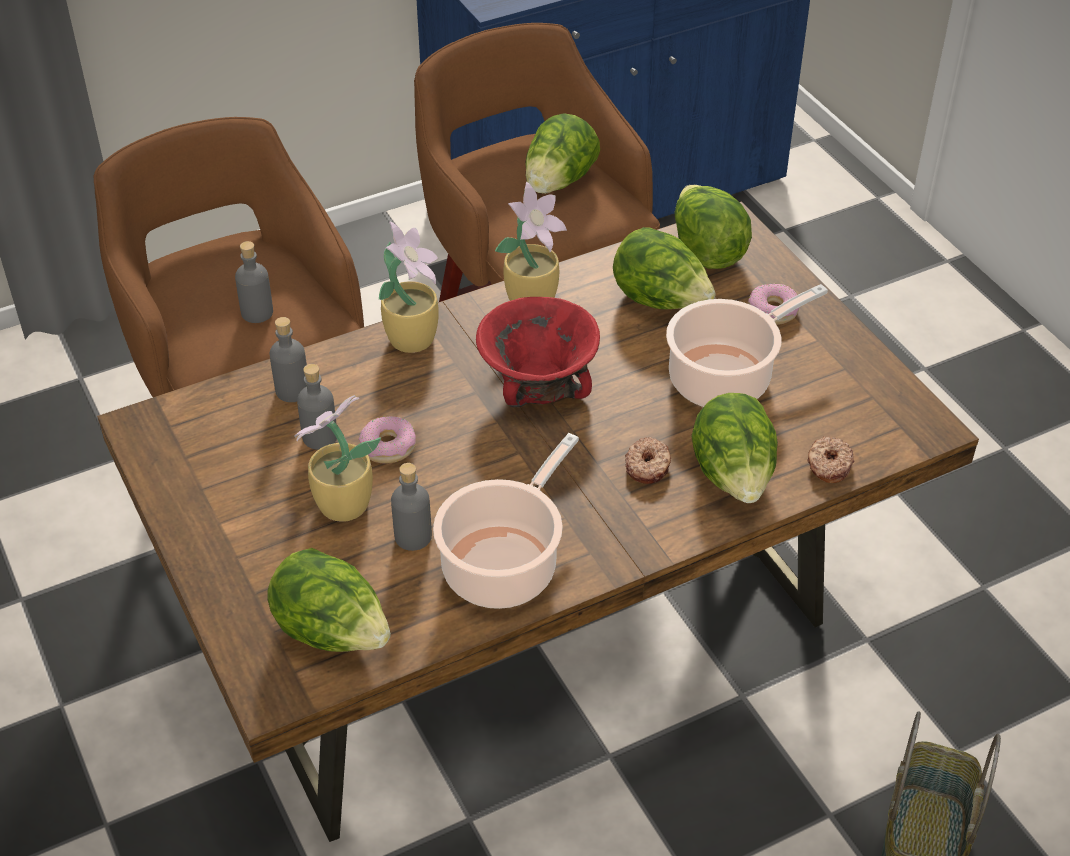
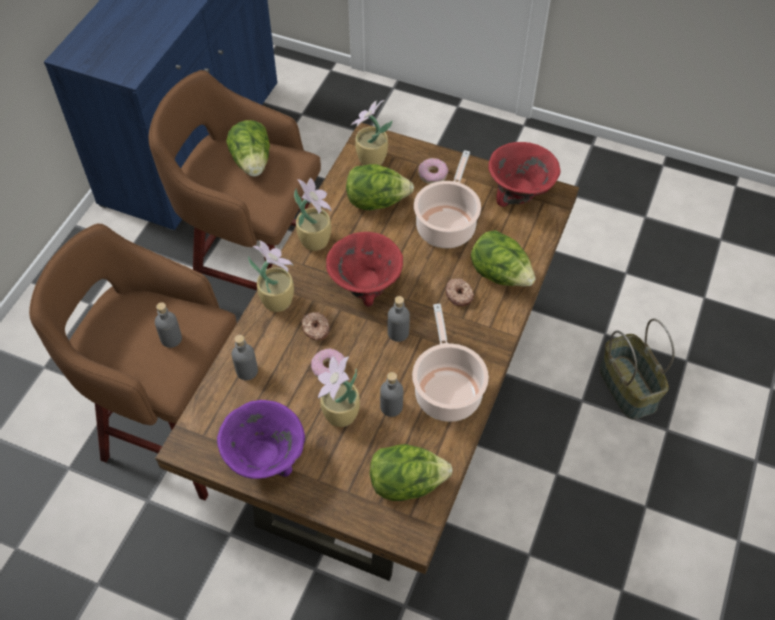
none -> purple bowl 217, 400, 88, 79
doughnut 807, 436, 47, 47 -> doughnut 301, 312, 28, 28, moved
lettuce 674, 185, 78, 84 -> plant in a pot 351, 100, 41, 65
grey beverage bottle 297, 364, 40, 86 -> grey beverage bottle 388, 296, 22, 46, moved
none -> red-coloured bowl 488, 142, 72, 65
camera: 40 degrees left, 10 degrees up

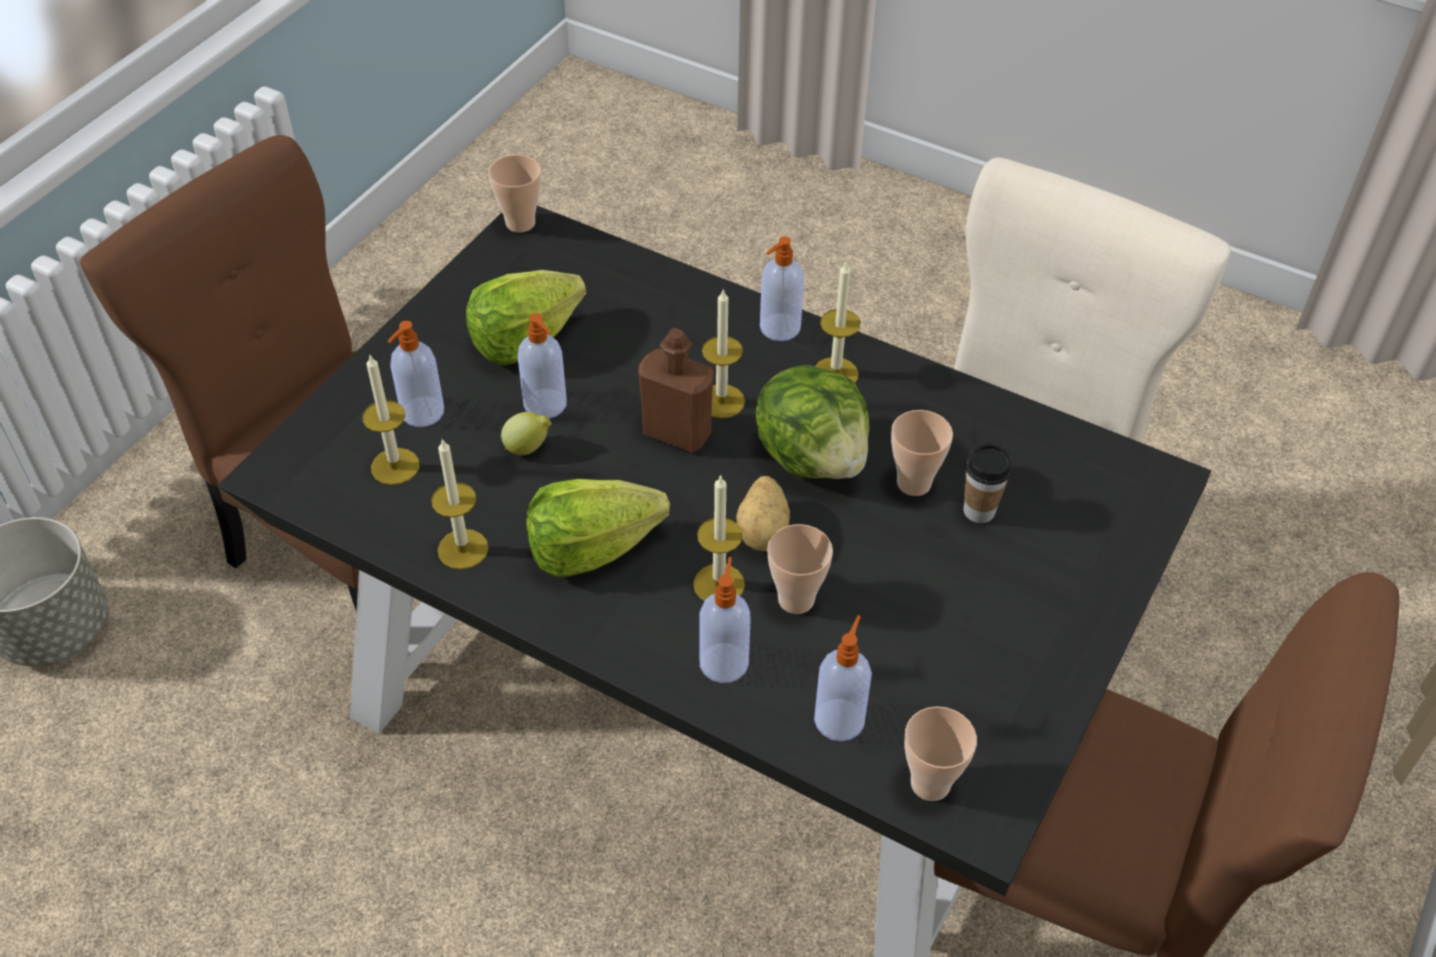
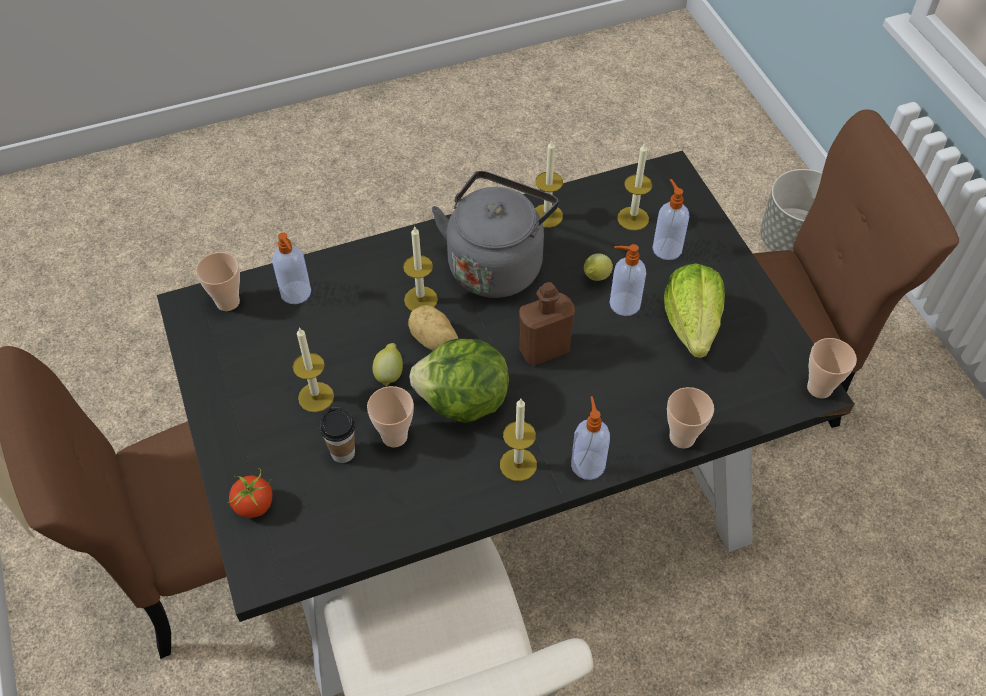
none -> whole tomato 228, 468, 44, 50
wax light 702, 289, 43, 130 -> wax light 293, 327, 41, 85, moved
none -> lemon 373, 343, 30, 43
lettuce 526, 479, 144, 98 -> grey water kettle 431, 171, 127, 127
cup 767, 524, 66, 90 -> cup 667, 387, 47, 62, moved
soap bottle 699, 557, 52, 126 -> none
camera: 130 degrees right, 5 degrees up

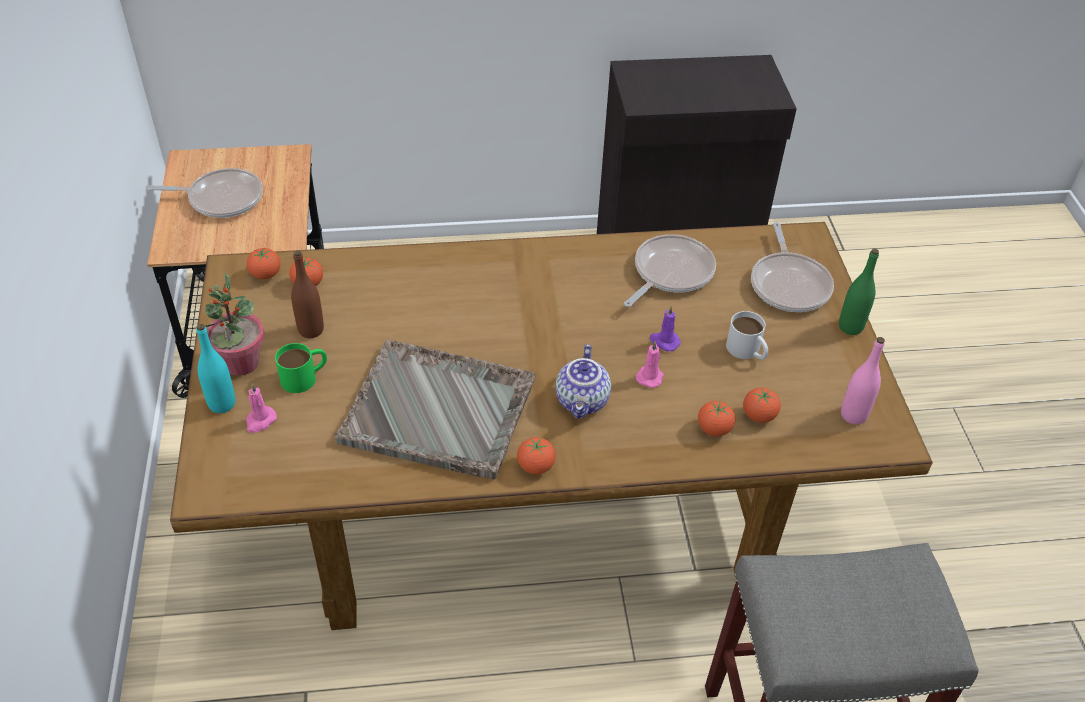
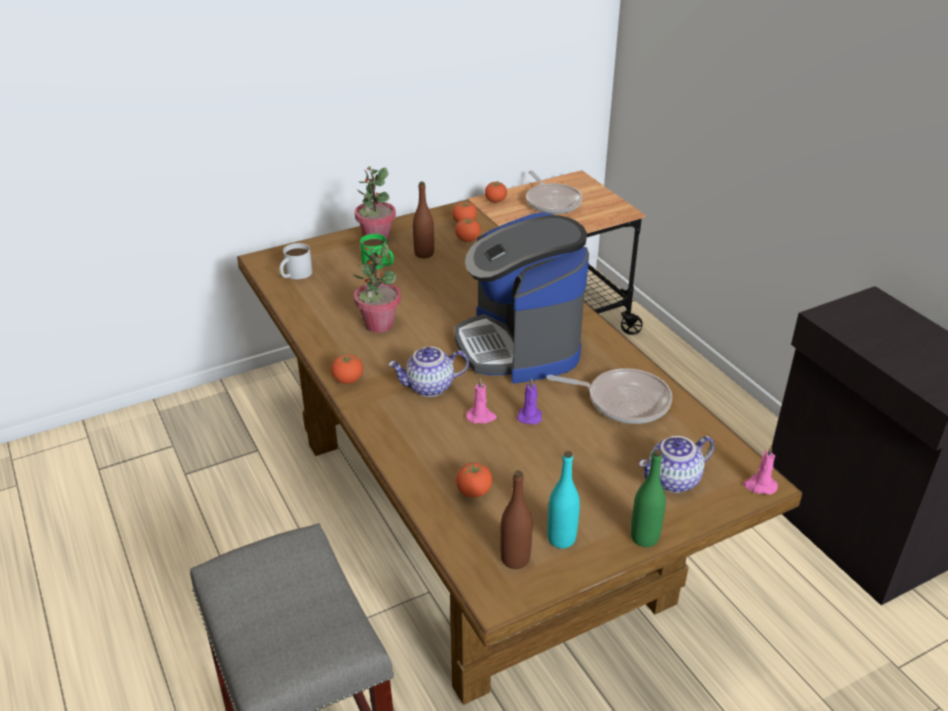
white mug 726, 311, 42, 49 -> white mug 279, 243, 34, 36, moved
grey serving tray 335, 340, 201, 140 -> plant in a pot 353, 243, 48, 90
none -> coffee brewer 455, 213, 134, 171
whole tomato 698, 400, 37, 37 -> whole tomato 485, 181, 22, 22, moved
pinkish beverage bottle 841, 337, 44, 88 -> brown-coloured beverage bottle 500, 470, 32, 99
turquoise-coloured beverage bottle 196, 324, 39, 89 -> turquoise-coloured beverage bottle 547, 451, 33, 97, moved
skillet 751, 222, 83, 90 -> teapot 639, 436, 76, 57
pinkish wax light 246, 383, 31, 50 -> pinkish wax light 743, 446, 35, 49, moved
camera: 70 degrees right, 10 degrees down

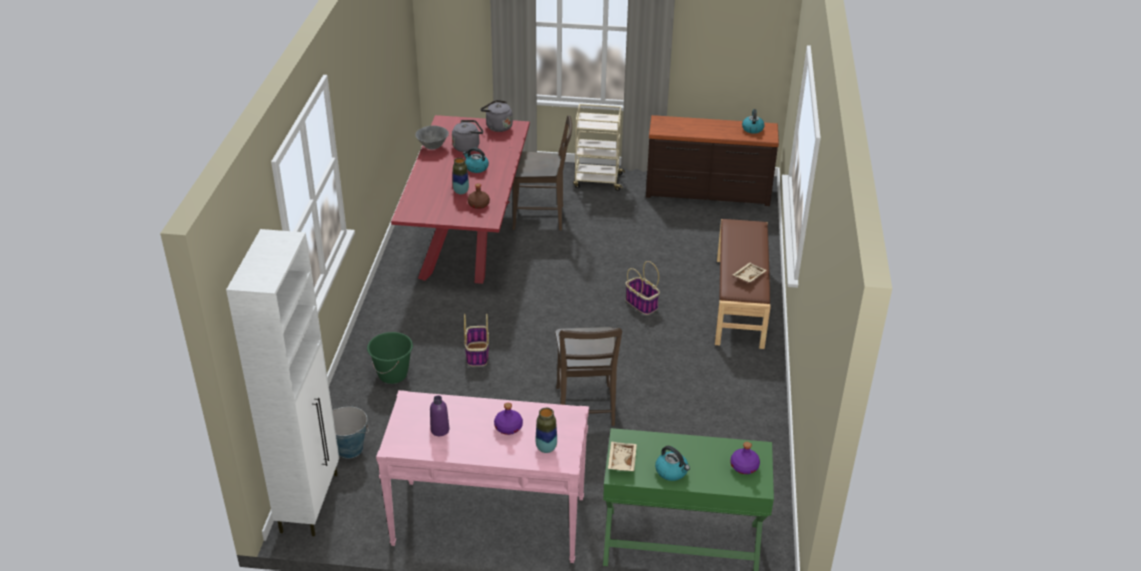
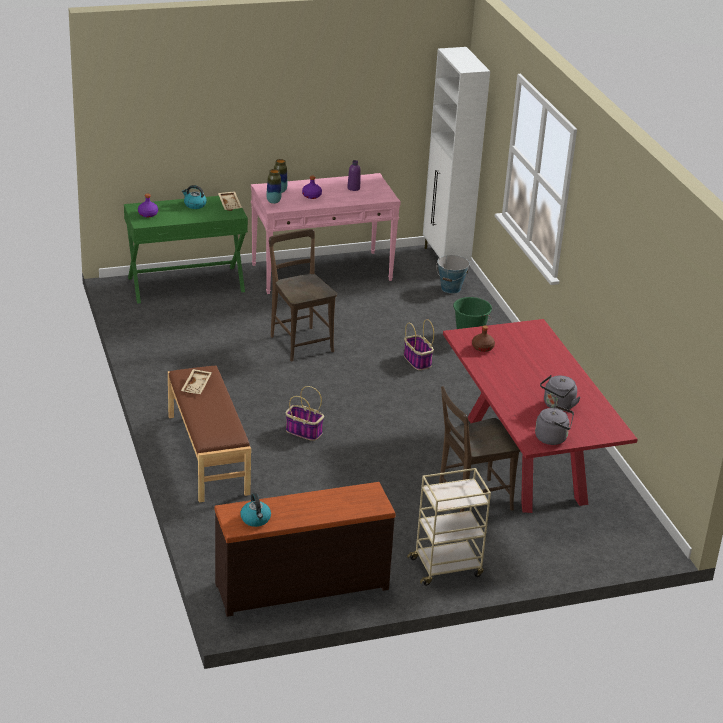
decorative vase 453, 158, 16, 36 -> decorative vase 266, 169, 15, 35, moved
grey bowl 415, 126, 34, 24 -> none
water kettle 463, 148, 26, 25 -> none
camera: 155 degrees right, 5 degrees down

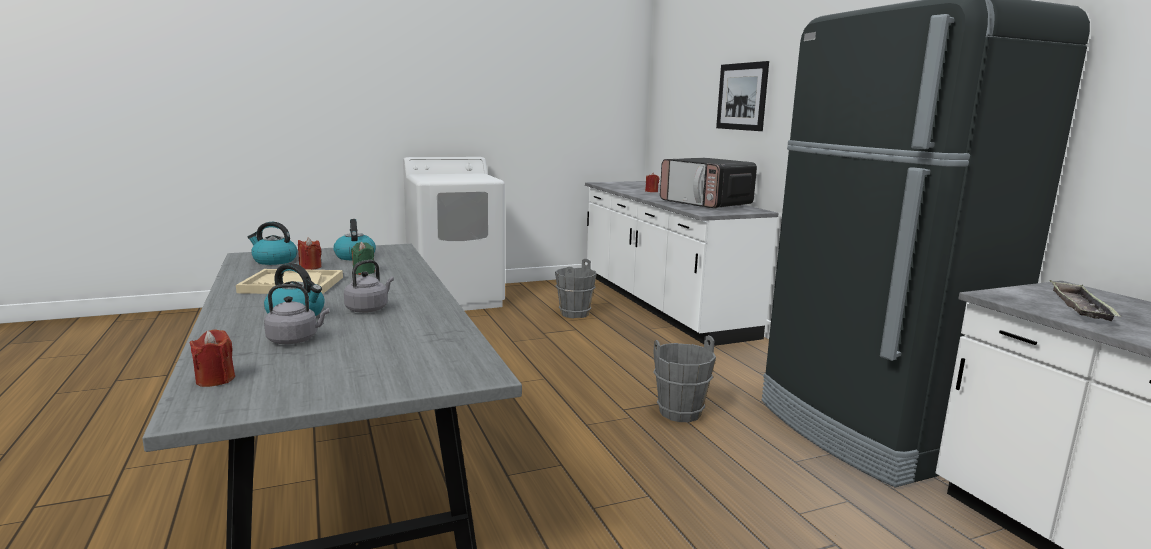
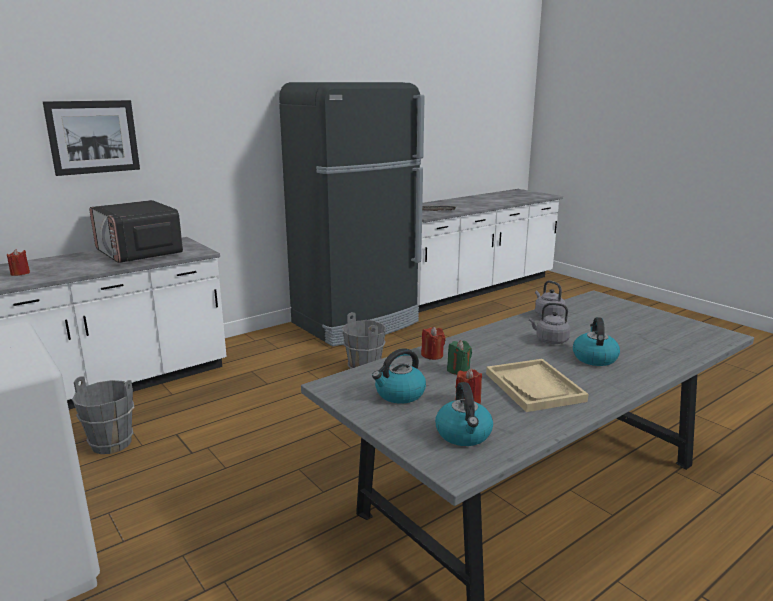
kitchen microwave 660, 158, 97, 51 -> kitchen microwave 89, 200, 94, 63, 105 degrees clockwise
red-coloured wax light 190, 329, 45, 58 -> red-coloured wax light 421, 327, 25, 33, moved
grey water kettle 264, 284, 65, 60 -> grey water kettle 535, 280, 30, 37, moved
camera: 105 degrees left, 5 degrees up

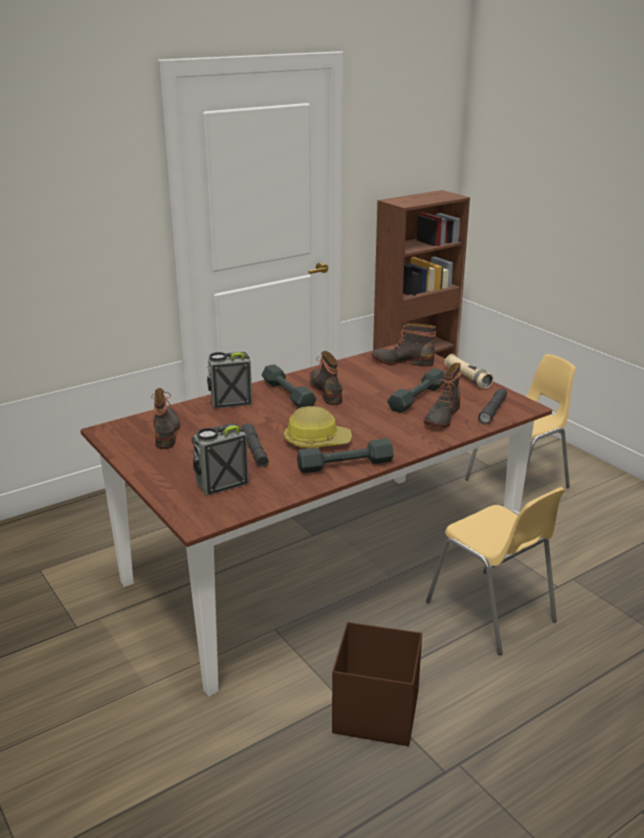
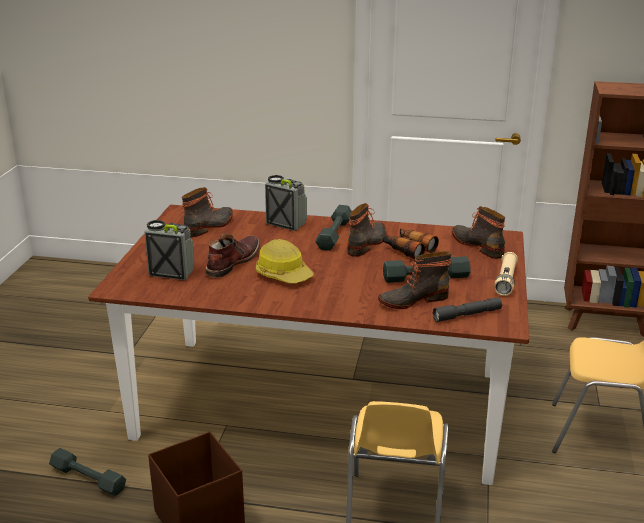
grey dumbbell 297, 438, 97, 35 -> grey dumbbell 49, 448, 77, 48, moved
grey torch 241, 423, 28, 44 -> brown-coloured high-top boot 205, 234, 55, 44
none -> field glasses 383, 229, 56, 31
camera: 45 degrees right, 0 degrees up

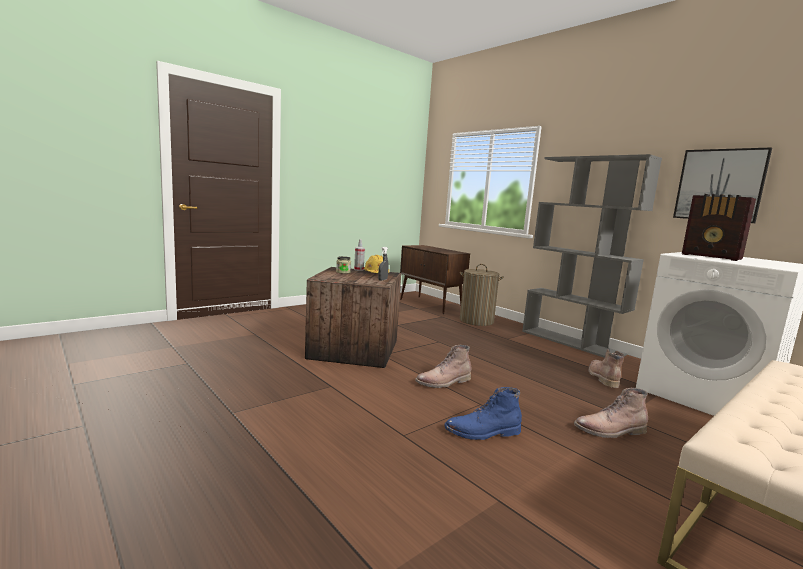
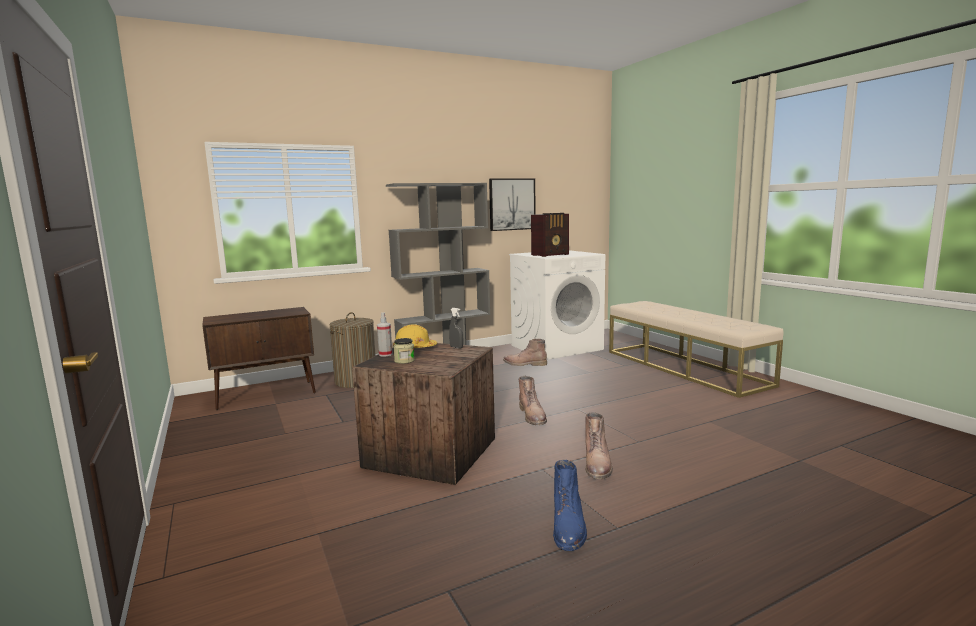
bluish high-top boot 444, 387, 78, 53 -> bluish high-top boot 553, 459, 34, 92, moved
brown-coloured high-top boot 574, 388, 74, 50 -> brown-coloured high-top boot 585, 412, 28, 67, moved
camera: 75 degrees left, 0 degrees up

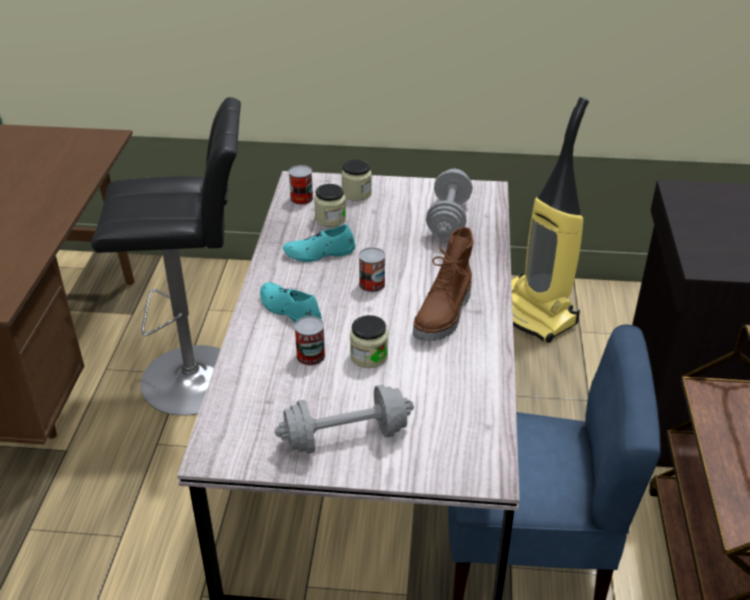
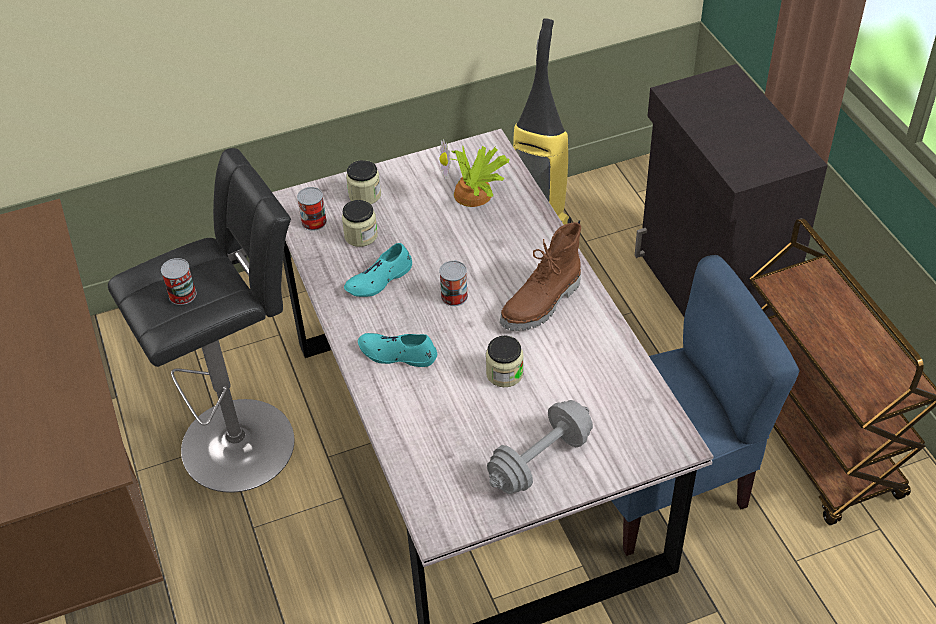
sealed can 294, 316, 31, 50 -> sealed can 161, 258, 35, 47, moved
grey dumbbell 426, 168, 47, 71 -> plant in a pot 440, 139, 70, 68
brown-coloured high-top boot 413, 227, 61, 115 -> brown-coloured high-top boot 500, 222, 81, 109, 45 degrees clockwise
camera: 25 degrees left, 10 degrees up

